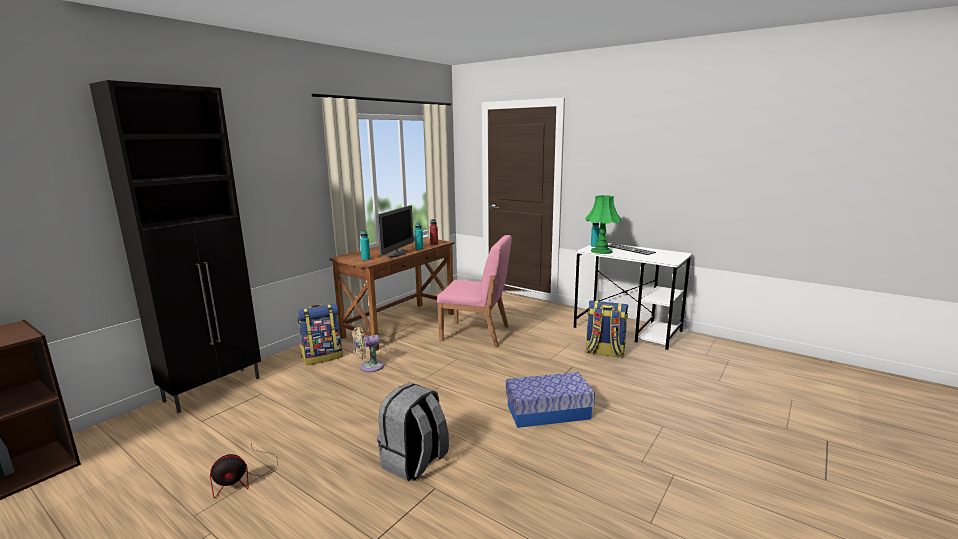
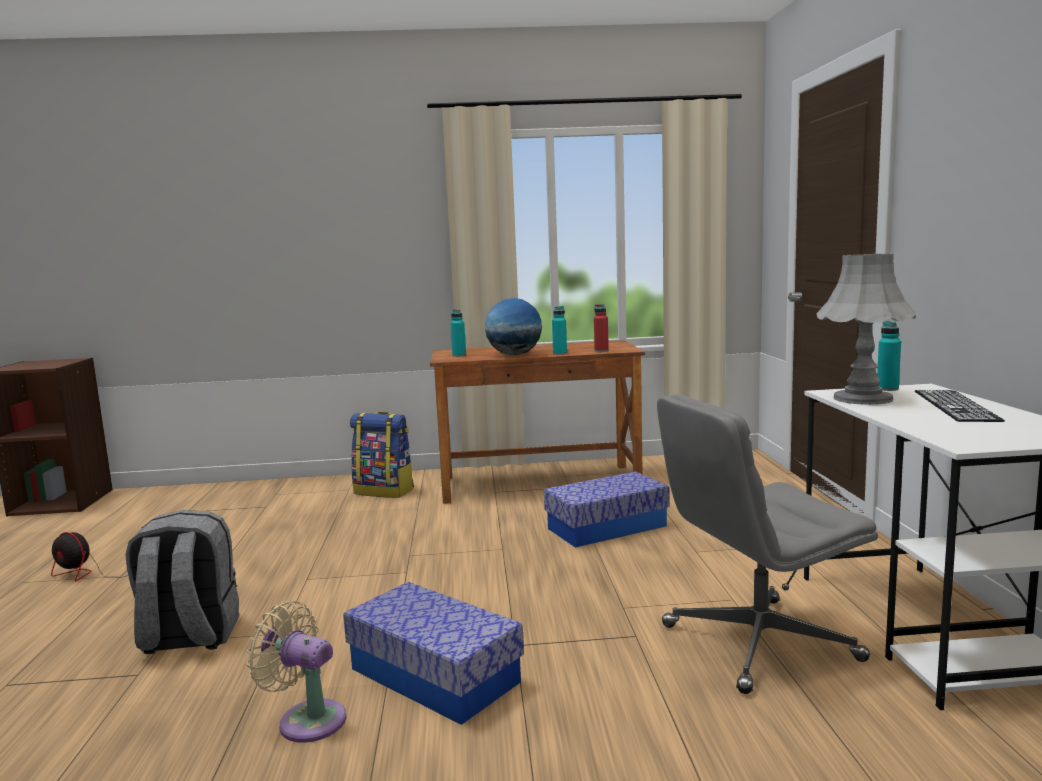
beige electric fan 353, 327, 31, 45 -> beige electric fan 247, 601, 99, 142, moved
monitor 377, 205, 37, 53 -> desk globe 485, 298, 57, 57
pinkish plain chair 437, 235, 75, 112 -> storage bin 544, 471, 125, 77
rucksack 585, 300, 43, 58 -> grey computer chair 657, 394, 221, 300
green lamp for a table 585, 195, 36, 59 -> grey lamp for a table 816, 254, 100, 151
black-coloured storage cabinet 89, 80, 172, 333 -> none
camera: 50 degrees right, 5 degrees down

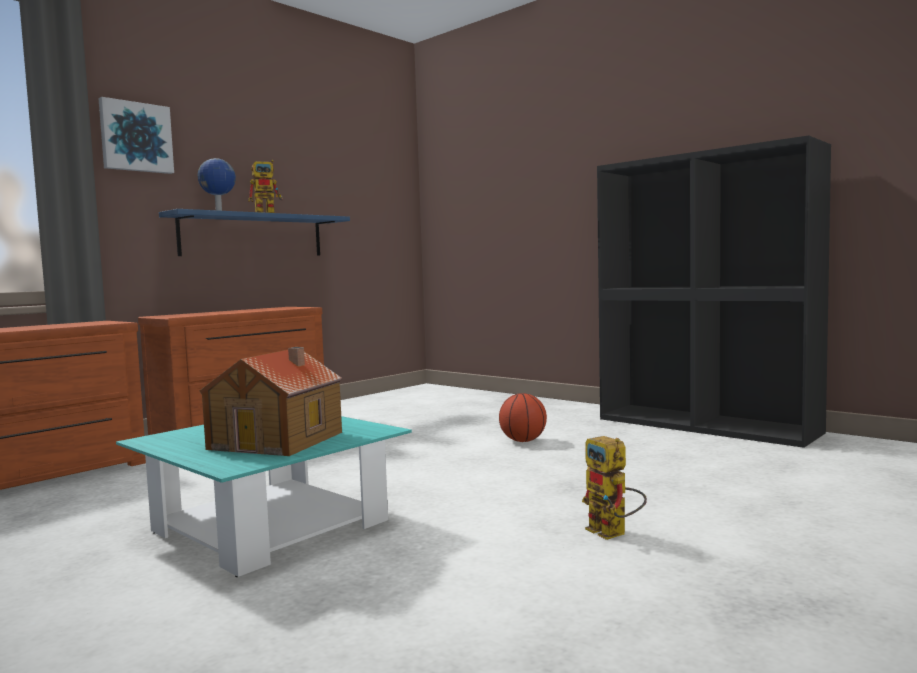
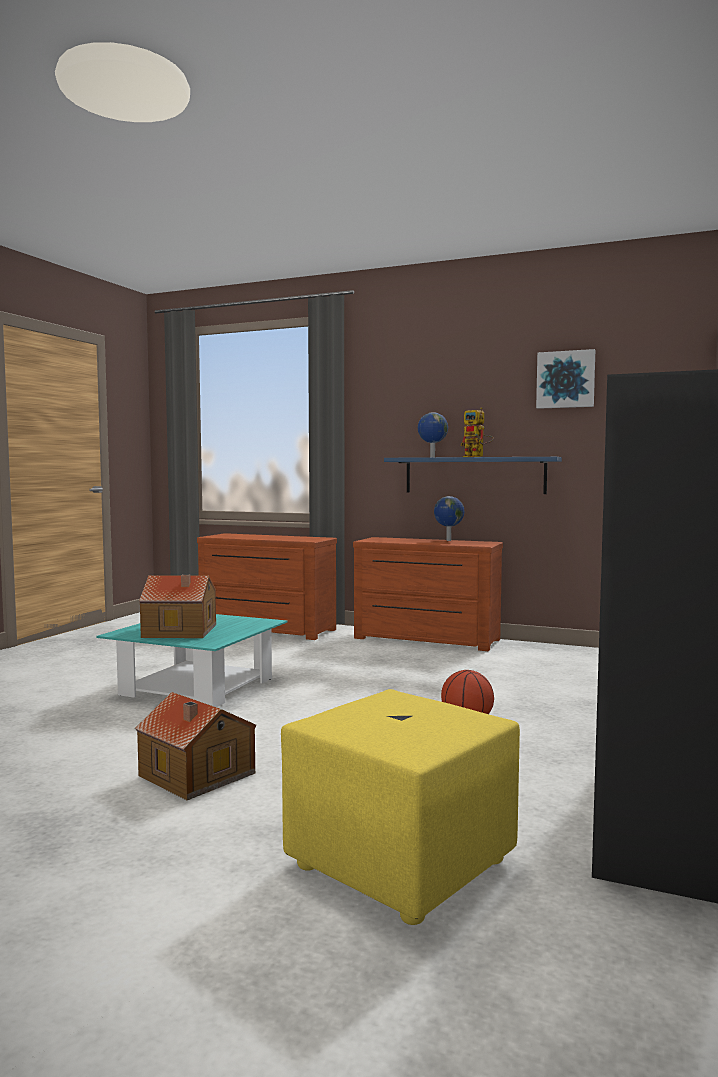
model robot 582, 436, 65, 104 -> miniature house 135, 692, 121, 108
none -> yellowish pouffe 281, 689, 239, 236
none -> desk globe 434, 496, 30, 45
wall art 98, 97, 76, 77 -> wall art 536, 349, 59, 60, moved
camera: 70 degrees right, 0 degrees up

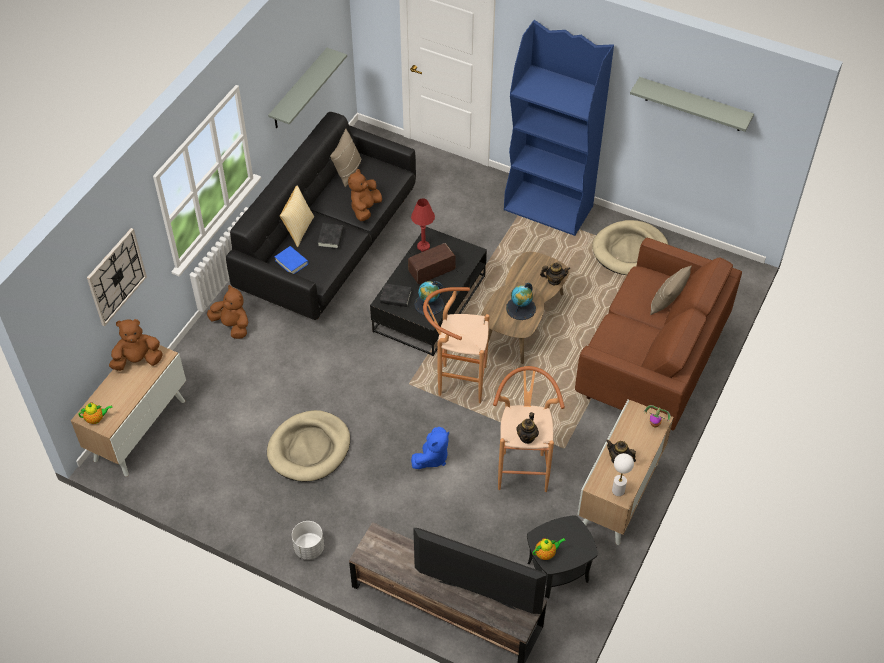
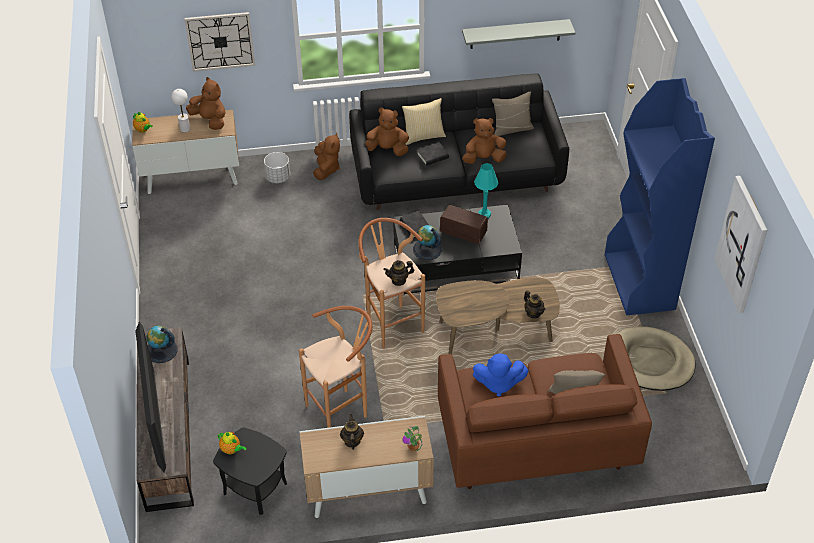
desk globe 506, 283, 30, 37 -> desk globe 147, 326, 31, 37, moved
white lamp for a table 612, 453, 22, 43 -> white lamp for a table 171, 89, 19, 44, moved
white flower pot 292, 521, 32, 39 -> white flower pot 264, 152, 26, 31, moved
bluish volume 274, 246, 34, 28 -> brown-coloured soft toy 365, 108, 44, 48
teapot 516, 412, 23, 32 -> teapot 383, 260, 32, 26, moved
bluish soft toy 411, 427, 38, 42 -> bluish soft toy 473, 353, 56, 43, moved
red-coloured lamp for a table 411, 199, 24, 53 -> turquoise-coloured lamp for a table 474, 163, 24, 55
grey bracket shelf 630, 77, 124, 54 -> wall art 715, 176, 52, 137
beige dog bed 267, 410, 83, 72 -> none
camera: 55 degrees right, 5 degrees down

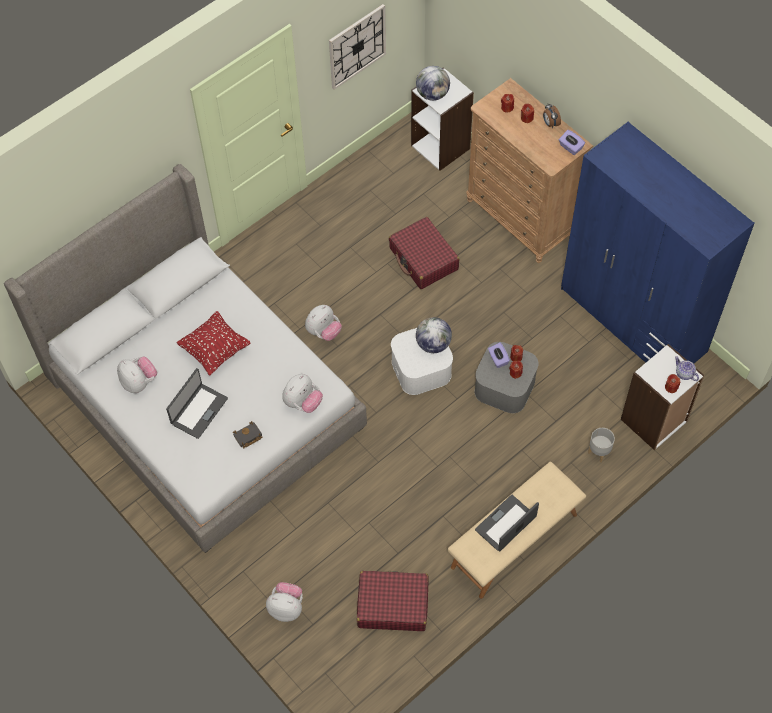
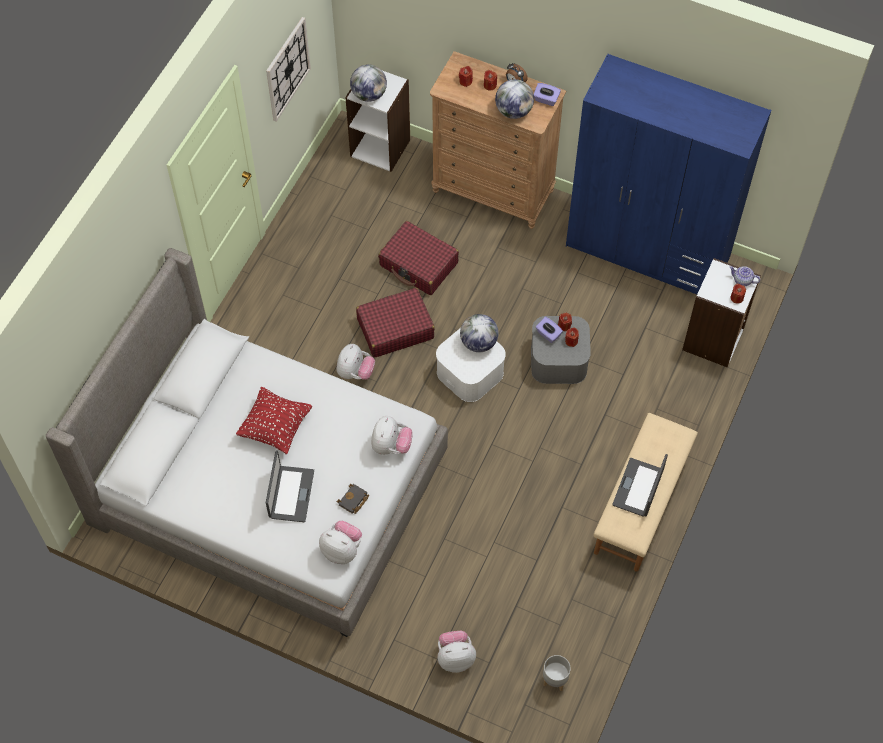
soft toy 117, 357, 40, 36 -> soft toy 319, 521, 43, 43, moved
red-coloured piece of luggage 357, 571, 71, 60 -> red-coloured piece of luggage 356, 288, 79, 70, moved
none -> desk globe 495, 79, 39, 40
grey flower pot 588, 428, 27, 34 -> grey flower pot 543, 655, 28, 36, moved
camera: 25 degrees left, 0 degrees up

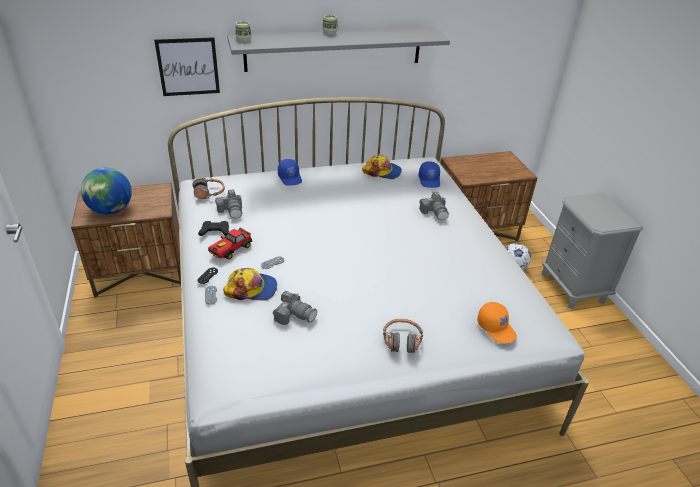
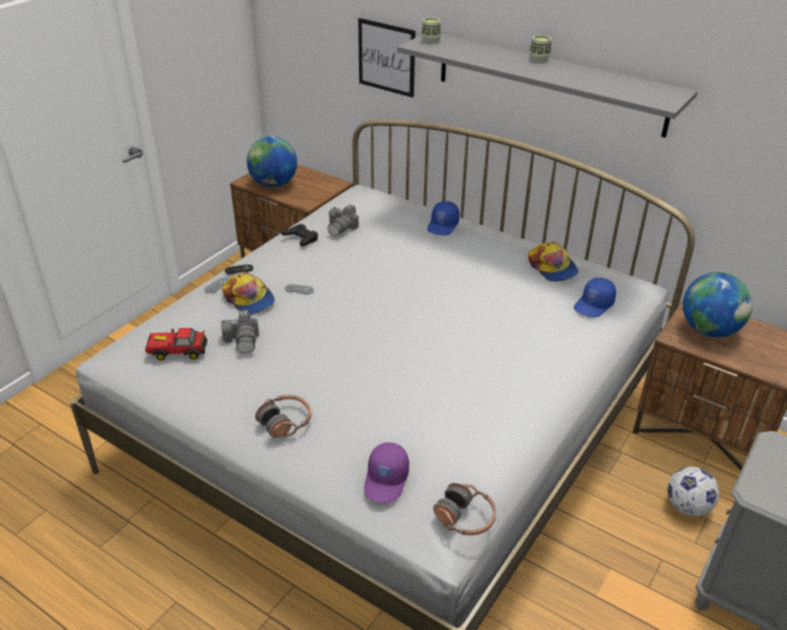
model car 208, 228, 44, 32 -> model car 145, 328, 62, 33, moved
orange-coloured baseball cap 477, 302, 40, 41 -> purple baseball cap 364, 442, 45, 61
headphones 192, 178, 33, 21 -> headphones 433, 483, 64, 53, moved
none -> desk globe 683, 272, 70, 65
still camera 419, 192, 30, 28 -> none
camera: 50 degrees right, 0 degrees up

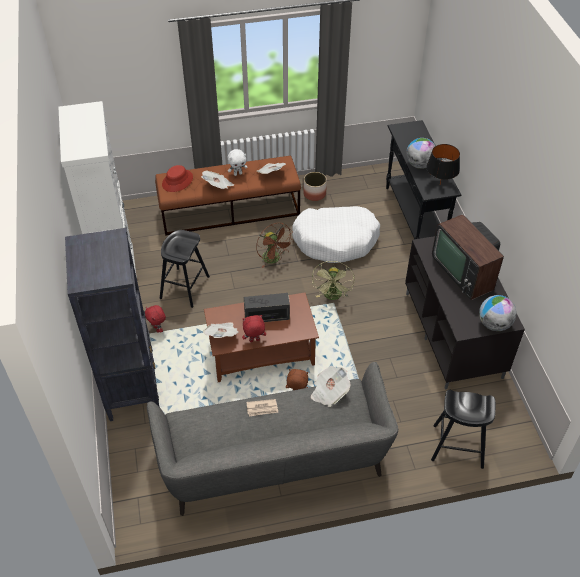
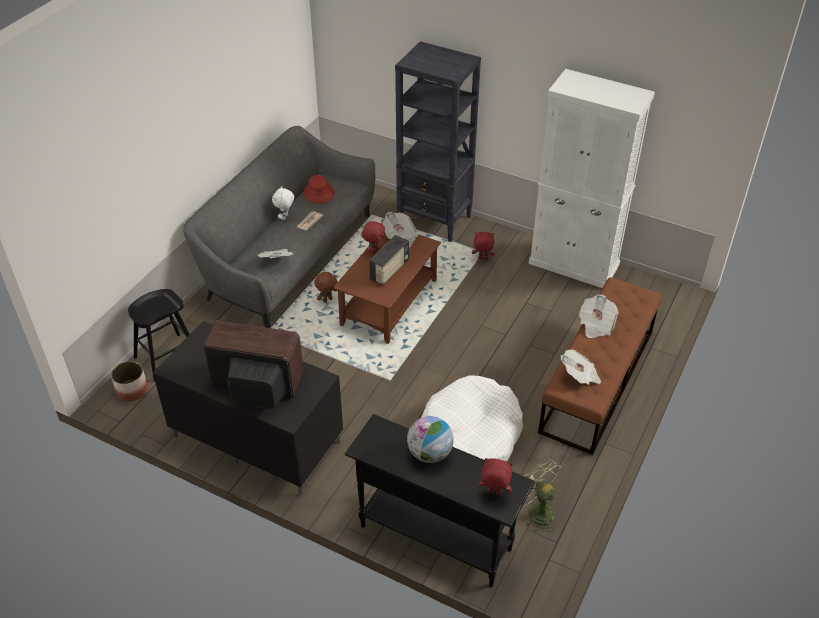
flower pot 303, 172, 24, 29 -> flower pot 111, 361, 37, 41, moved
white soft toy 228, 149, 19, 27 -> white soft toy 272, 186, 22, 34, moved
red-coloured clothing hat 162, 165, 31, 27 -> red-coloured clothing hat 304, 175, 31, 29, moved
none -> red-coloured soft toy 478, 458, 34, 38
green electric fan 312, 261, 43, 39 -> green electric fan 522, 458, 39, 74, moved
black-coloured sitting stool 160, 230, 50, 78 -> none
brown-coloured electric fan 256, 223, 37, 45 -> none
black-coloured lamp for a table 426, 144, 34, 40 -> none
desk globe 479, 295, 37, 36 -> none
camera: 130 degrees right, 5 degrees down

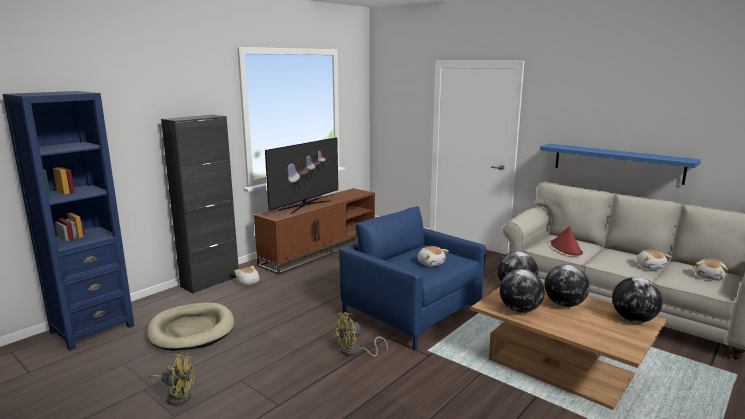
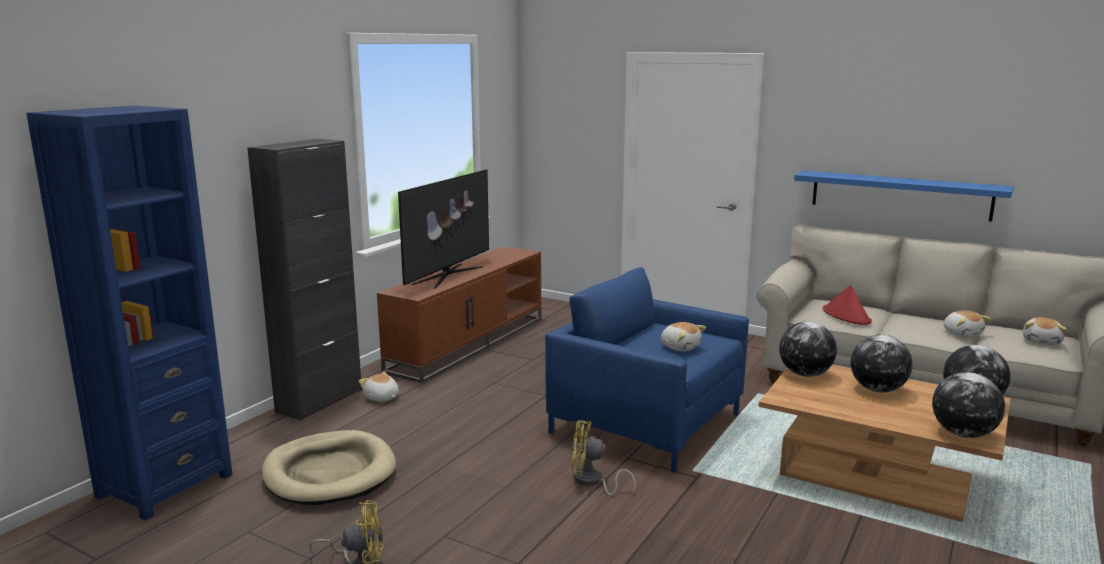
yellowish electric fan 334, 312, 54, 45 -> yellowish electric fan 571, 420, 65, 76, 45 degrees clockwise
desk globe 500, 269, 44, 44 -> desk globe 932, 372, 73, 66, moved
camera: 10 degrees left, 0 degrees up

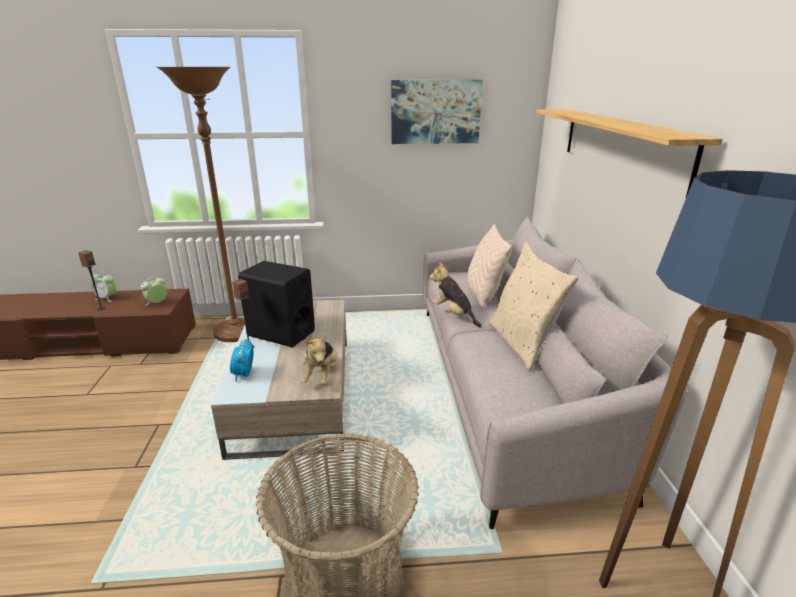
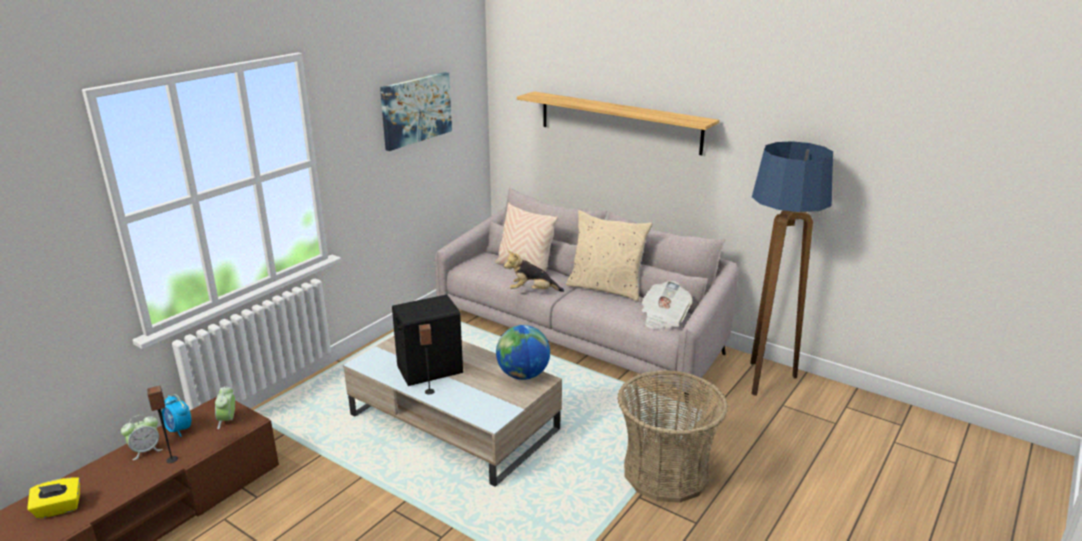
none -> yellowish box of tissues 27, 477, 53, 42
table clock 230, 339, 24, 43 -> table clock 162, 394, 29, 43, moved
soft toy 301, 335, 36, 50 -> desk globe 496, 325, 54, 55
none -> printed paper 641, 281, 51, 48
brown-coloured standing lamp 156, 67, 89, 275 -> none
camera: 50 degrees left, 0 degrees up

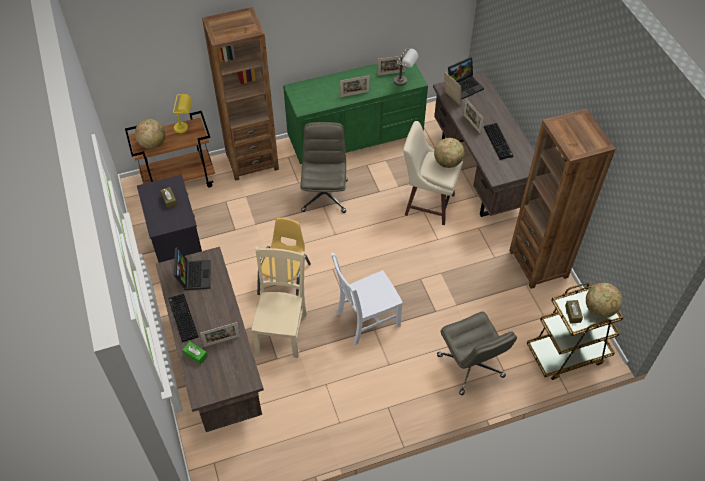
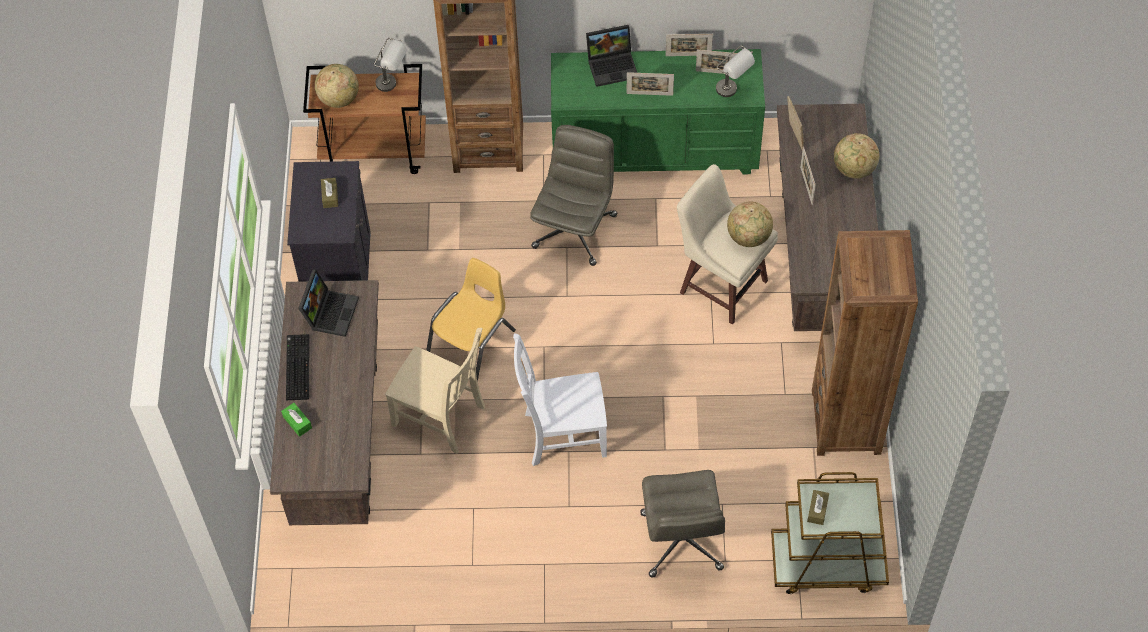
yellowish lamp for a table 173, 94, 19, 39 -> grey lamp for a table 374, 38, 33, 54
beige plain chair 251, 246, 56, 112 -> beige plain chair 385, 328, 100, 126, 90 degrees clockwise
notebook computer 448, 57, 36, 43 -> notebook computer 586, 25, 51, 62, moved
picture frame 200, 322, 40, 25 -> picture frame 666, 34, 47, 22, moved
desk globe 586, 283, 36, 35 -> desk globe 834, 133, 45, 46, moved
keyboard 484, 123, 29, 37 -> none
camera: 20 degrees right, 5 degrees up

